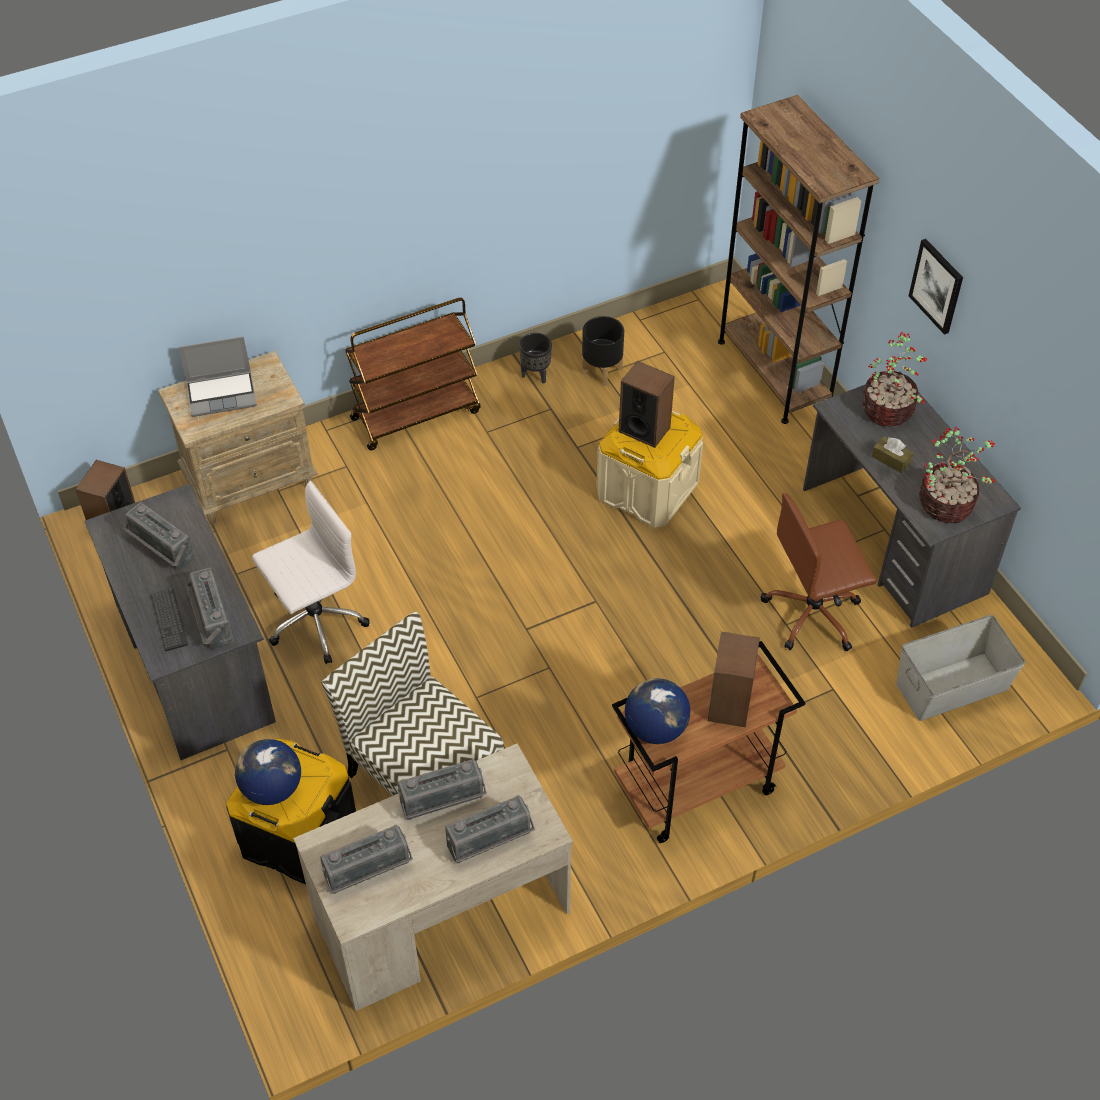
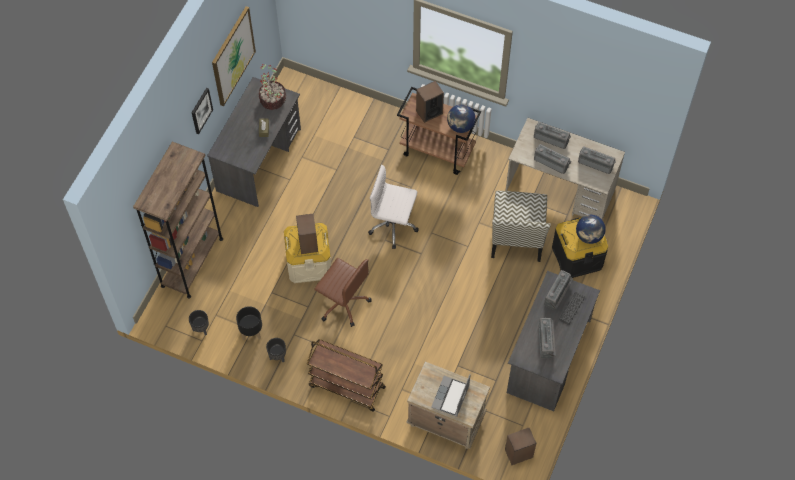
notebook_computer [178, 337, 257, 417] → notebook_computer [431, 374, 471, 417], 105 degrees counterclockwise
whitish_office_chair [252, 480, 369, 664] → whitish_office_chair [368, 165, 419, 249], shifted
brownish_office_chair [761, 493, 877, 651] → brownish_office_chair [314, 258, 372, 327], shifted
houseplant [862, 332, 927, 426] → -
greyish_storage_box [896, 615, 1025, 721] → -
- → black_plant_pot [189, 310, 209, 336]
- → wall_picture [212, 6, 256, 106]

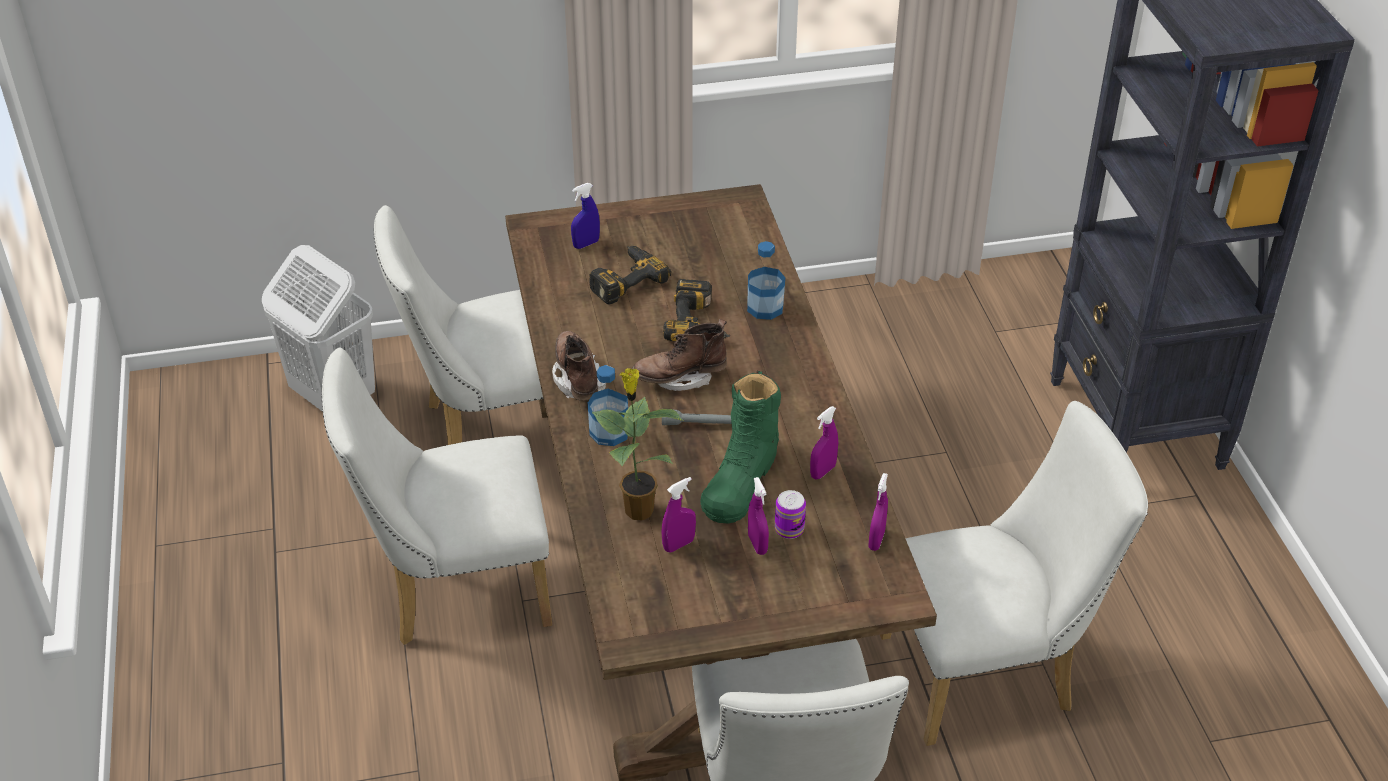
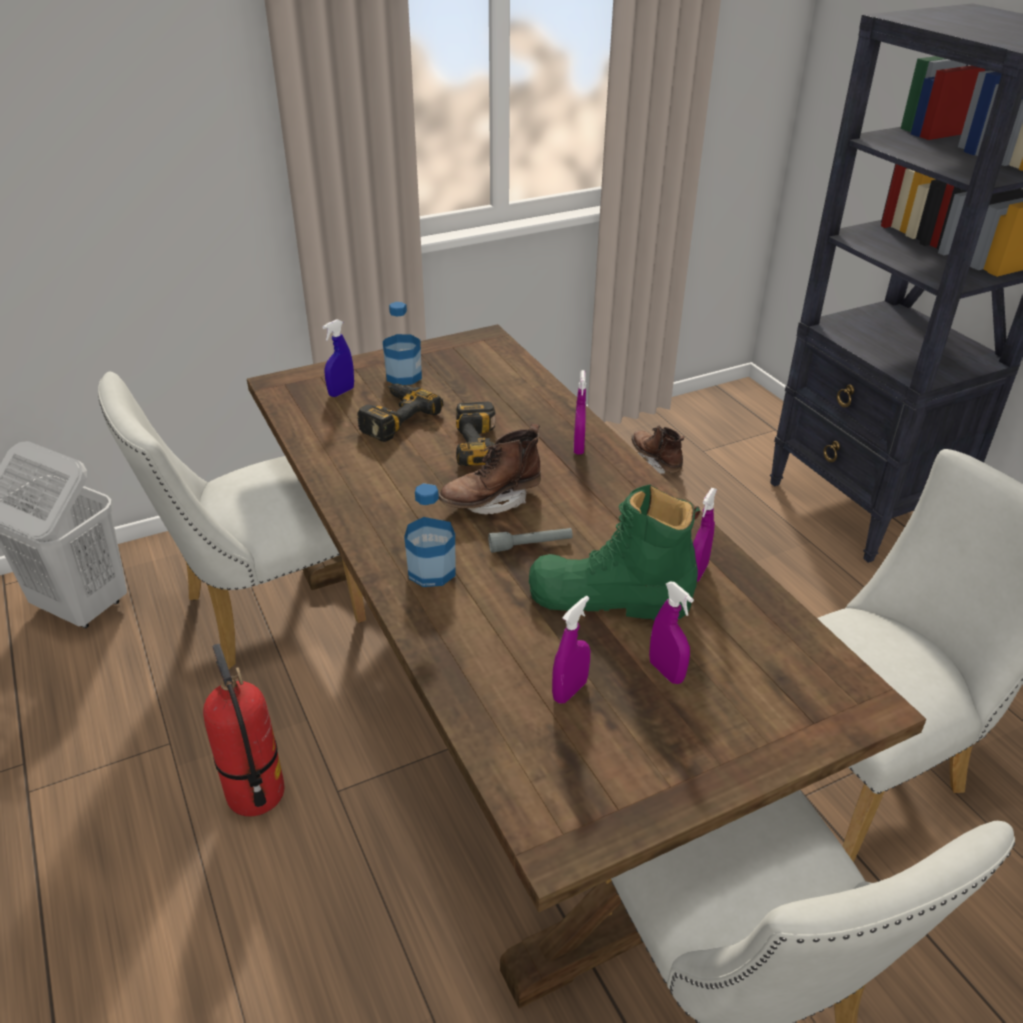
whitish_chair [321, 348, 552, 645] → extinguisher [203, 644, 284, 816]
brownish_tall_boot [552, 331, 606, 401] → brownish_tall_boot [631, 426, 685, 474], shifted
houseplant [592, 368, 684, 520] → -
green-coloured_tall_boot [700, 371, 781, 523] → green-coloured_tall_boot [529, 485, 700, 620], 90 degrees clockwise
bottle [747, 241, 785, 320] → bottle [383, 302, 422, 385], shifted
can [775, 490, 806, 539] → -
purple_sprayer [868, 473, 888, 551] → purple_sprayer [574, 370, 586, 455], shifted

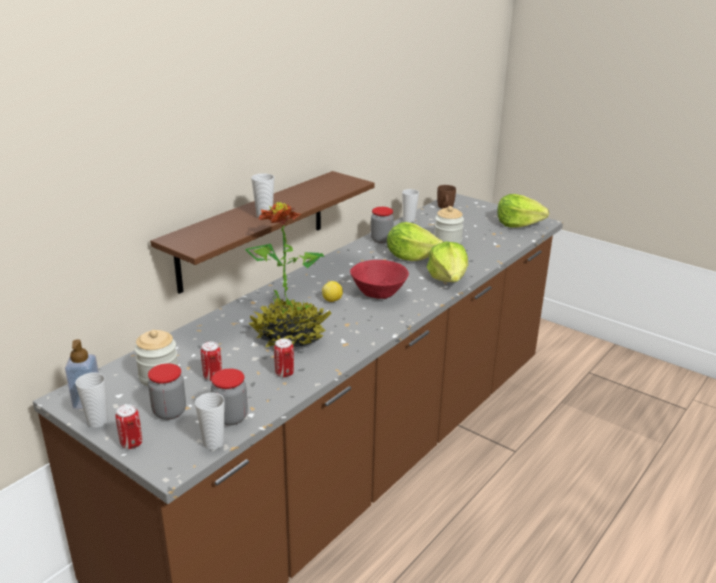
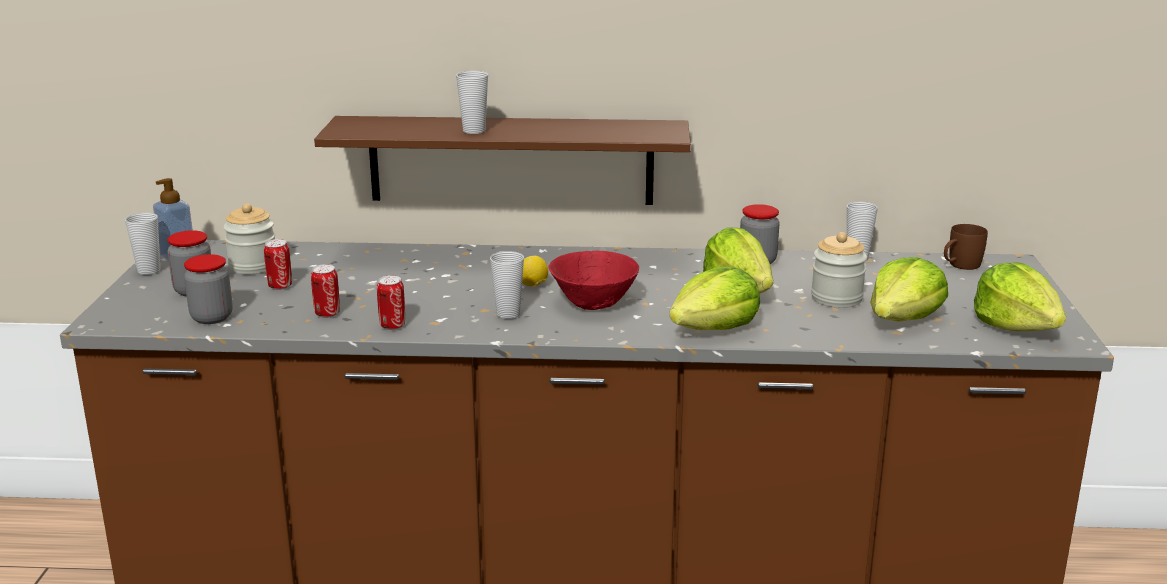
can [116, 404, 142, 449] → can [377, 275, 405, 330], shifted
cup [195, 393, 225, 450] → cup [490, 251, 524, 319], shifted
houseplant [245, 202, 332, 349] → -
- → lettuce_head [870, 257, 948, 322]

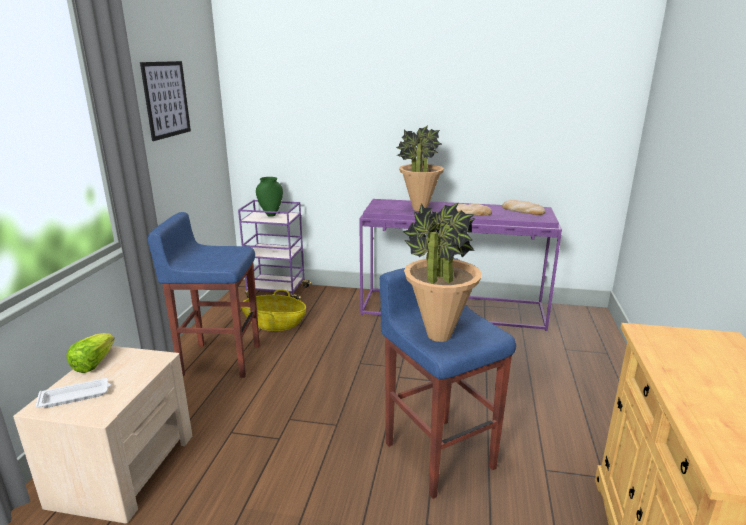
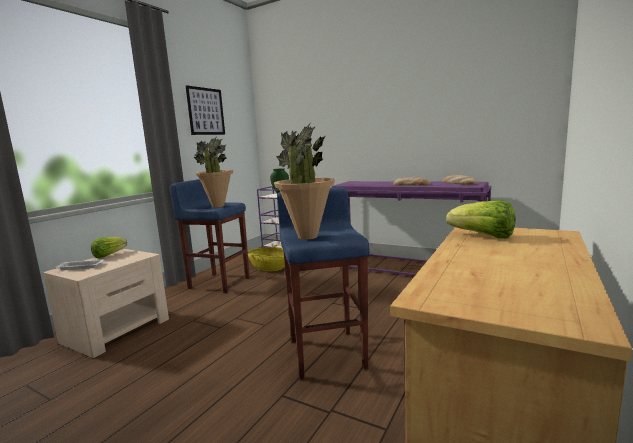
houseplant [396, 125, 444, 211] → houseplant [194, 136, 233, 208], shifted
- → lettuce_head [446, 200, 516, 238]

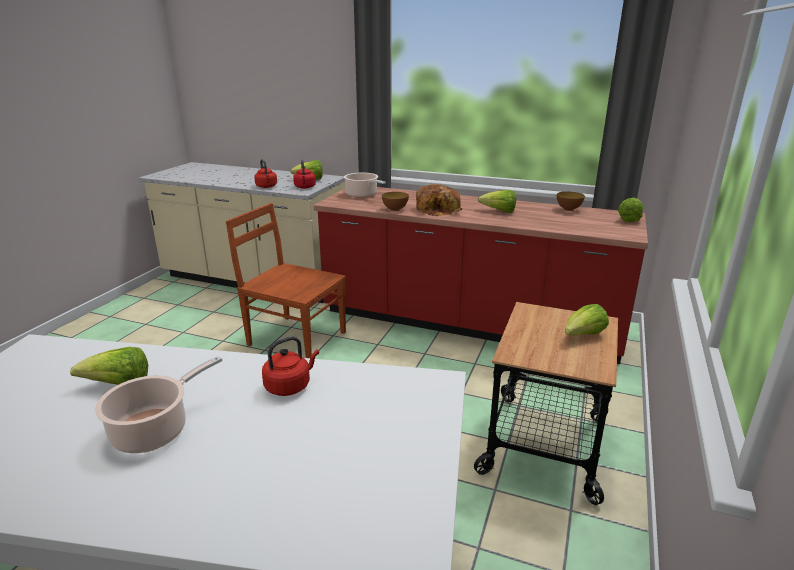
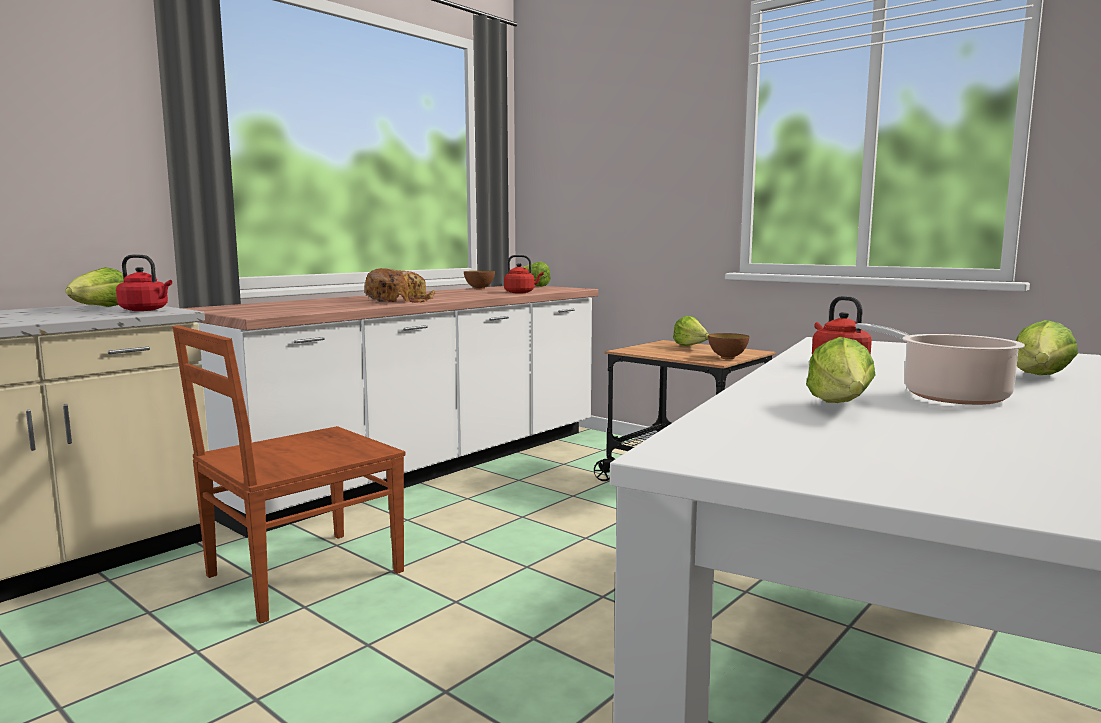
reddish_tea_kettle [254, 159, 277, 188] → reddish_tea_kettle [504, 255, 543, 293], shifted
reddish_kitchen_counter [314, 187, 648, 364] → whitish_kitchen_counter [181, 285, 598, 538]
stockpot [344, 173, 386, 198] → -
deep_dish [382, 192, 409, 211] → deep_dish [708, 333, 749, 359], shifted
lettuce_head [478, 190, 516, 213] → lettuce_head [1016, 320, 1078, 375], shifted

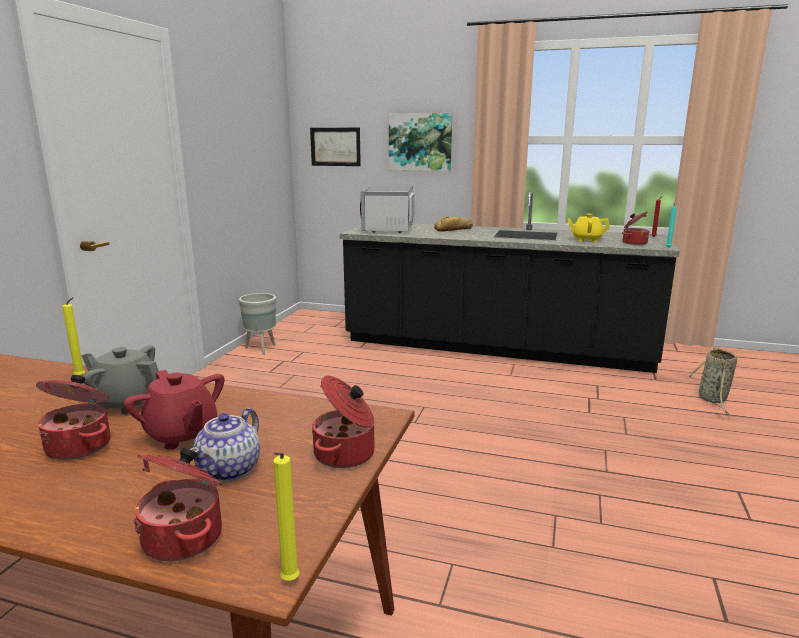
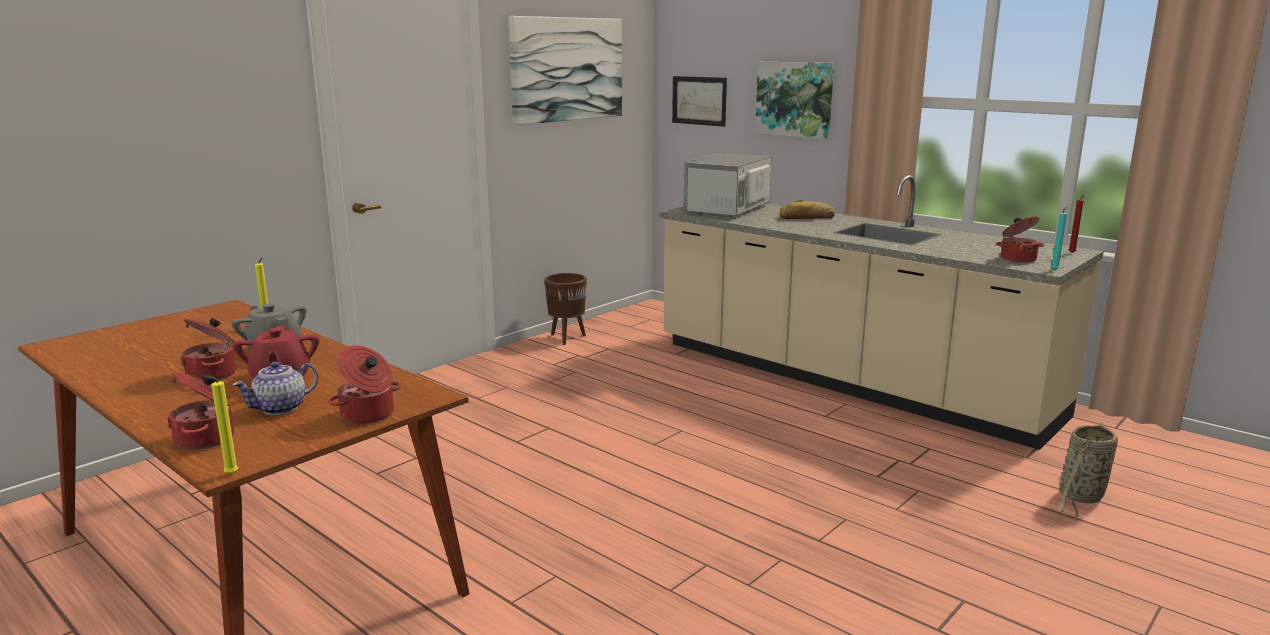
greyish_plant_pot [239, 293, 276, 355] → brownish_plant_pot [544, 273, 587, 345]
black_kitchen_counter [340, 192, 680, 373] → sand-coloured_kitchen_counter [659, 175, 1104, 450]
yellow_pot_for_tea [567, 214, 610, 242] → -
- → wall_picture [508, 16, 622, 125]

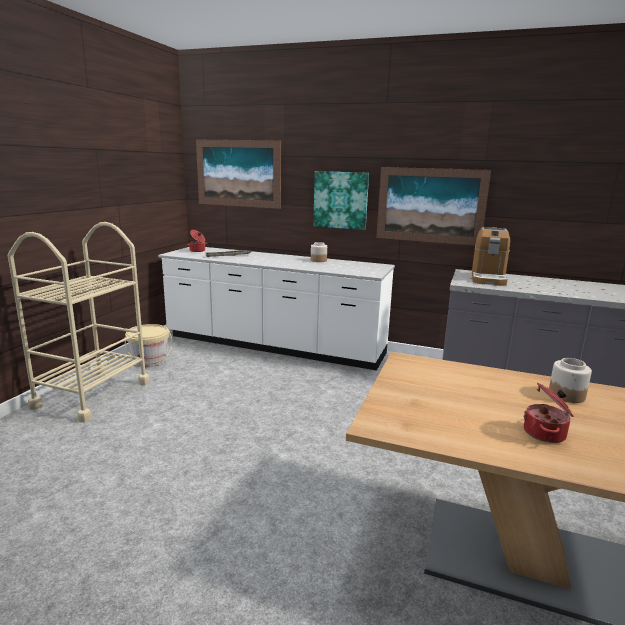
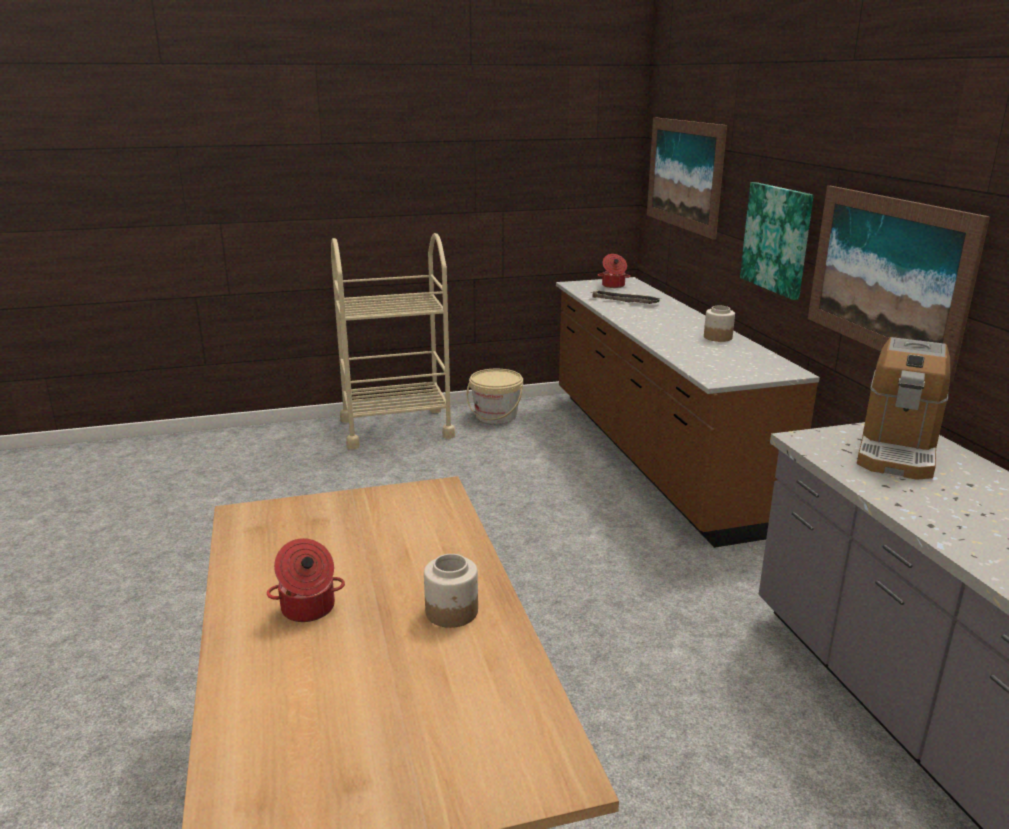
whitish_kitchen_counter [158, 247, 395, 370] → brownish_kitchen_counter [556, 277, 820, 548]
coffee_machine [472, 227, 510, 286] → coffee_machine [857, 337, 950, 480], 45 degrees counterclockwise

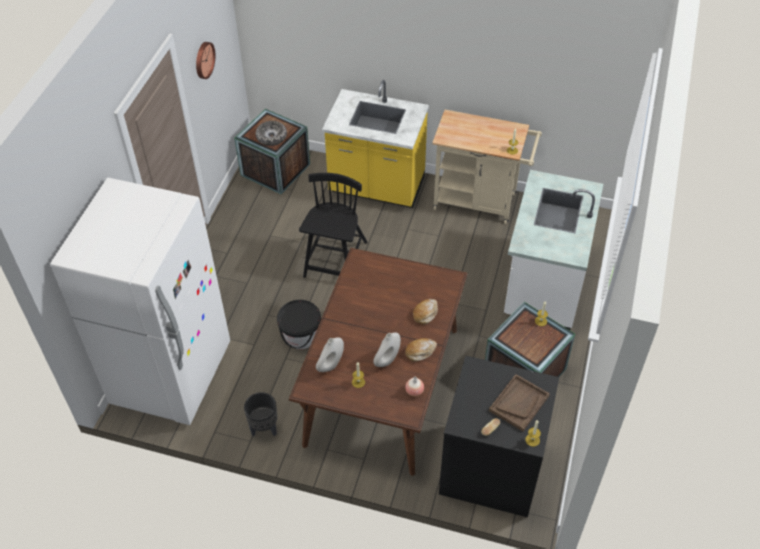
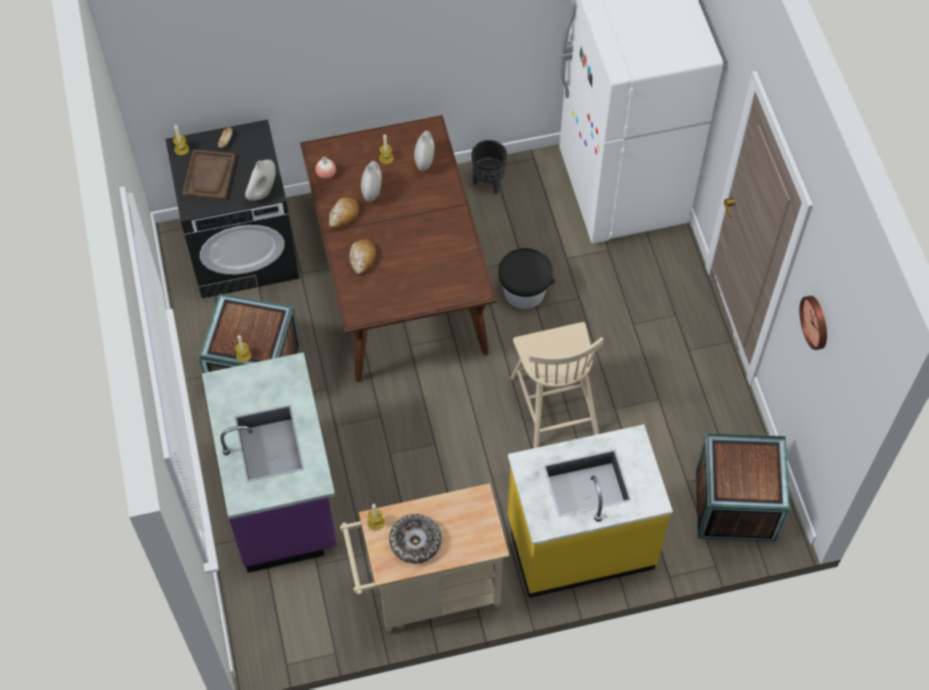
deep_dish [255, 121, 287, 146] → deep_dish [389, 514, 441, 564], shifted
black_chair [299, 173, 368, 278] → sand-coloured_chair [511, 322, 604, 448]
whitish_kitchen_counter [504, 170, 603, 330] → purple_kitchen_counter [202, 352, 337, 573]
- → whitish_decorative_vase [245, 159, 276, 201]

